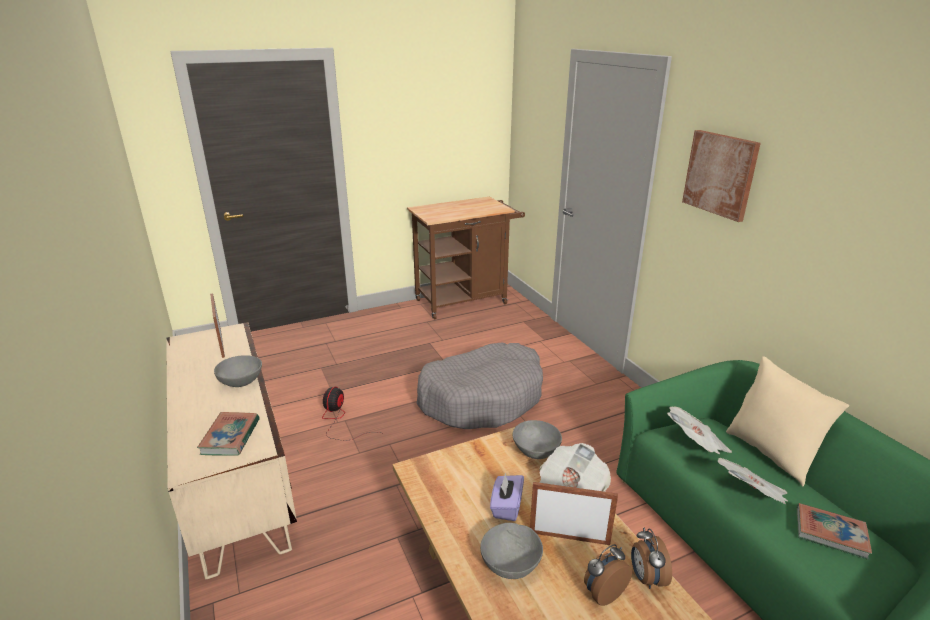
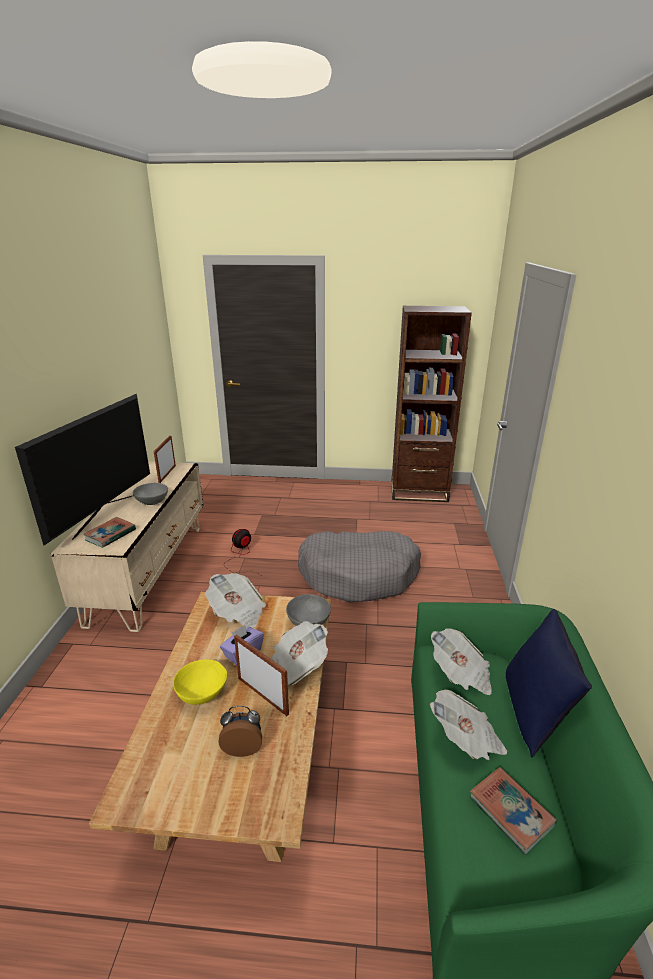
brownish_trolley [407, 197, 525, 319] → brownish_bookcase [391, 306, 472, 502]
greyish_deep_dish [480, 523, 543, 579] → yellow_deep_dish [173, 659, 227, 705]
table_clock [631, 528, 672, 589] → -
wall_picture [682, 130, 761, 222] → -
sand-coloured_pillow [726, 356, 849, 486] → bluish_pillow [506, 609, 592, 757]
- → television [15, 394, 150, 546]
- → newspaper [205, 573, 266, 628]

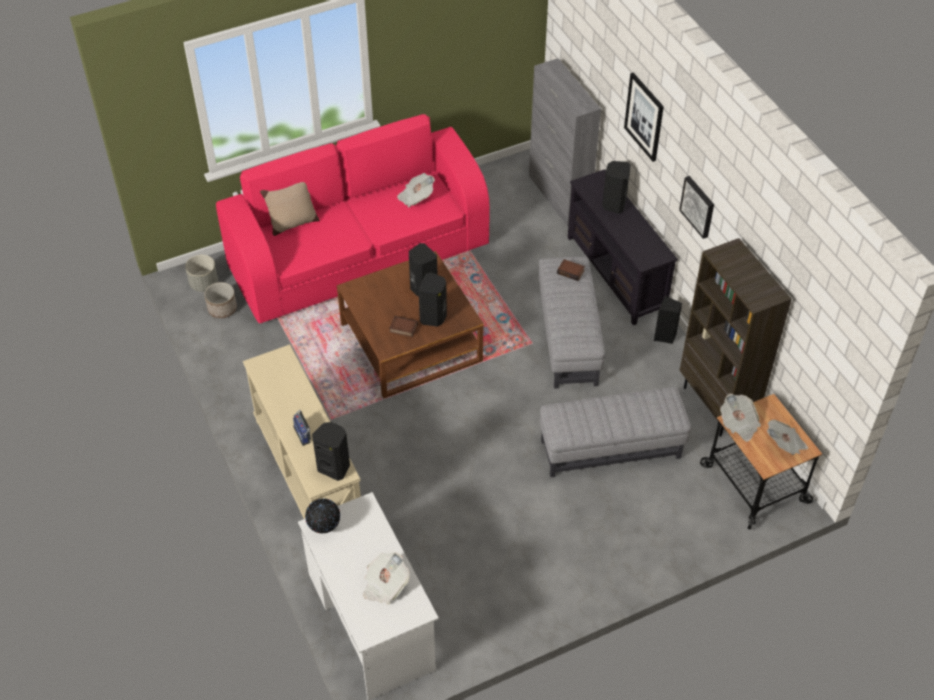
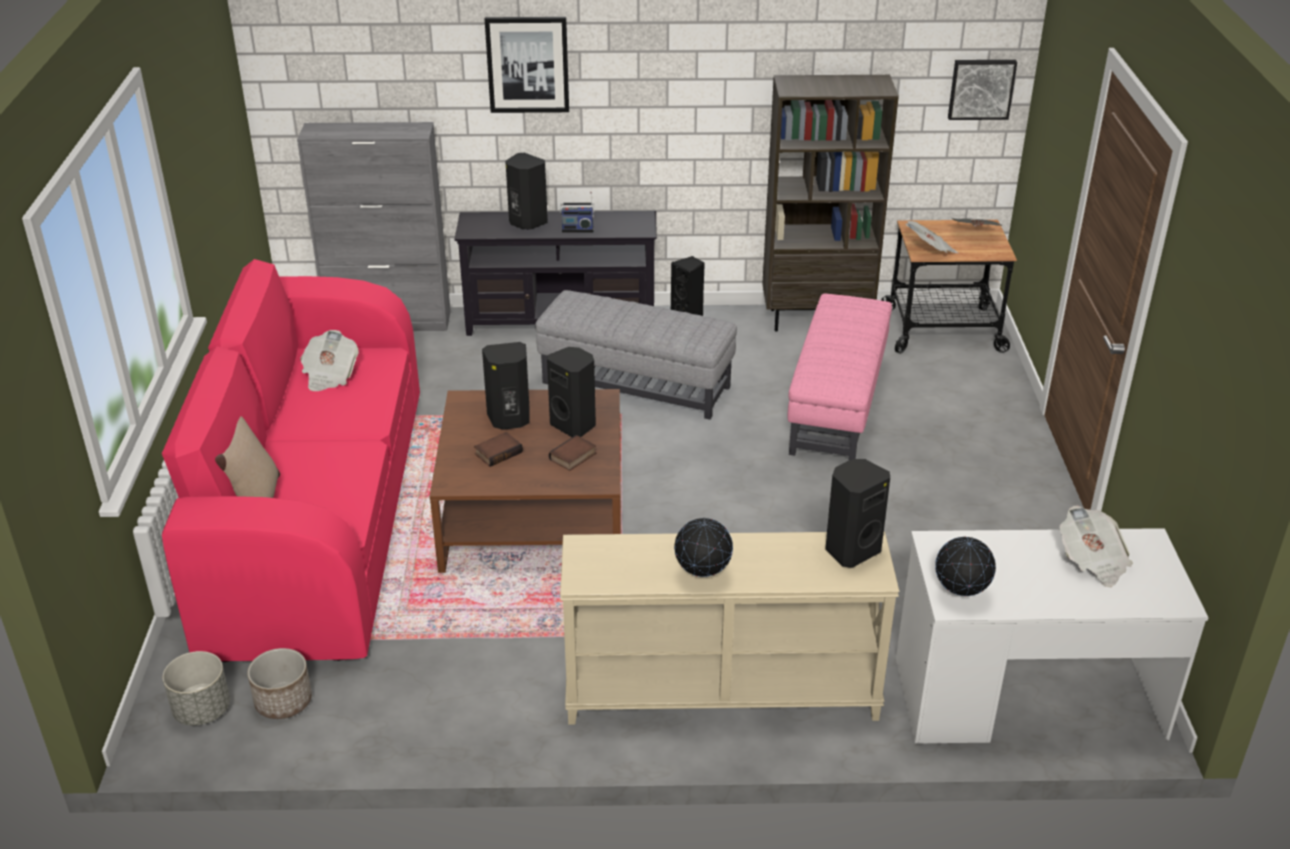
radio [293, 410, 311, 446] → radio [560, 192, 595, 232], shifted
greyish_footrest [540, 387, 691, 477] → pink_footrest [788, 294, 892, 461]
volume [557, 259, 585, 281] → volume [474, 432, 523, 467], shifted
wall_picture [679, 176, 714, 239] → wall_picture [948, 60, 1017, 120], shifted
- → world_globe [674, 517, 733, 577]

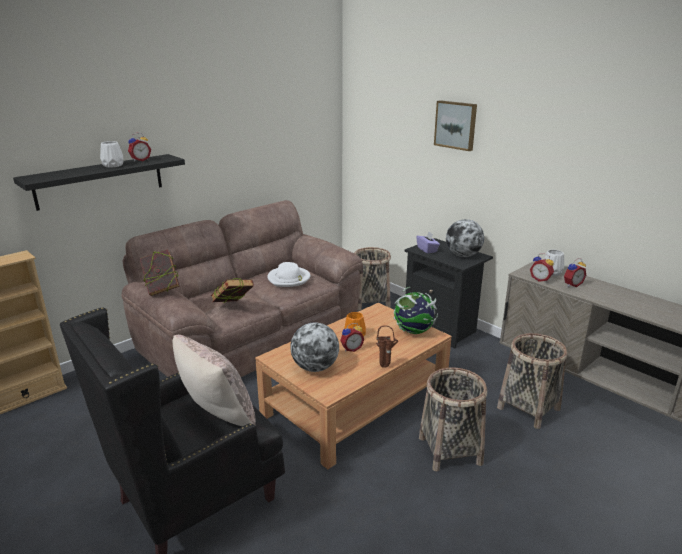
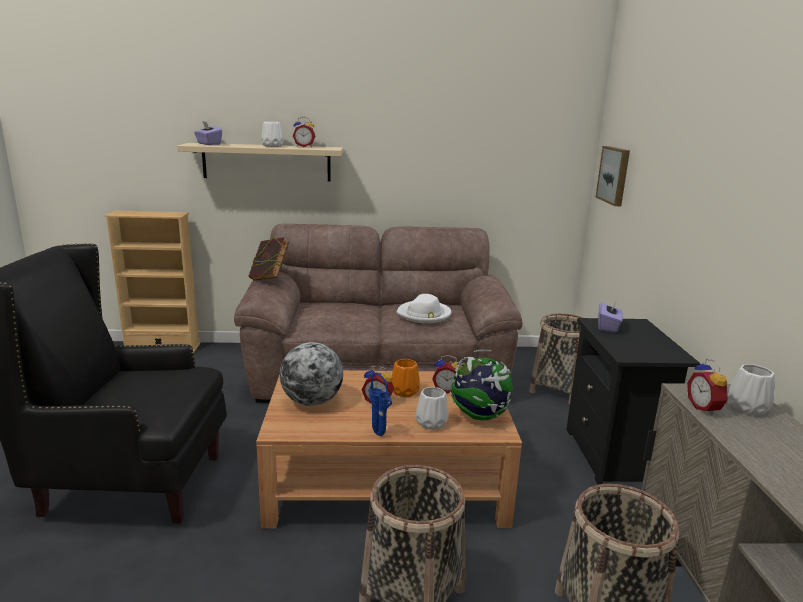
black_wall_shelf [13, 154, 185, 211] → sand-coloured_wall_shelf [177, 143, 343, 181]
sand-coloured_pillow [173, 335, 256, 426] → -
volume [211, 278, 254, 303] → -
brownish_decorative_vase [376, 325, 398, 368] → bluish_decorative_vase [369, 373, 392, 436]
wall_picture [434, 100, 477, 151] → wall_picture [596, 146, 630, 206], shifted
world_globe [446, 219, 484, 257] → -
table_clock [564, 258, 586, 287] → table_clock [432, 355, 462, 394], shifted
- → purple_box_of_tissues [194, 121, 222, 145]
- → whitish_decorative_vase [416, 387, 449, 430]

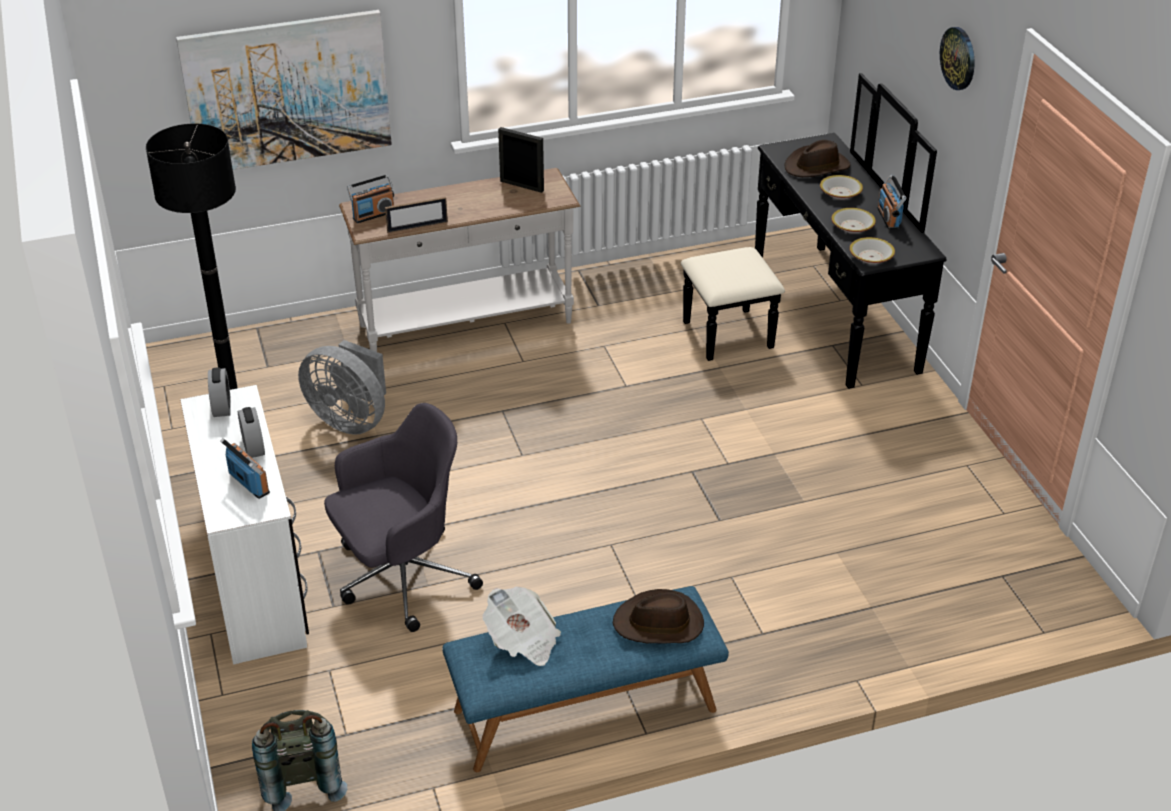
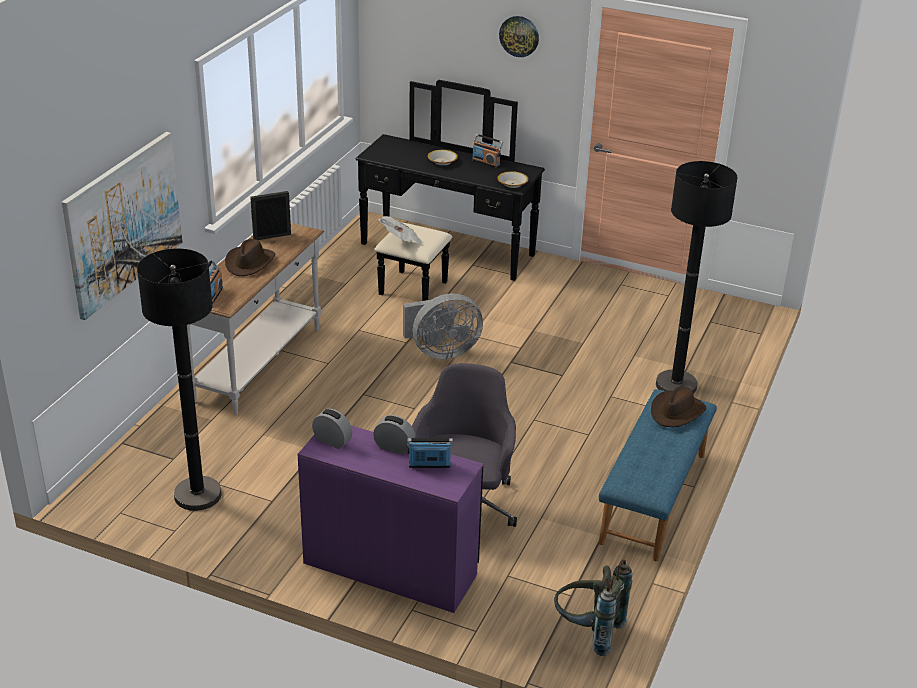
whitish_desk_unit [180, 385, 309, 665] → purple_desk_unit [298, 426, 483, 613]
greyish_electric_fan [298, 340, 386, 435] → greyish_electric_fan [403, 293, 483, 360], shifted
standing_frame [385, 197, 448, 233] → -
newspaper [482, 587, 561, 666] → newspaper [378, 216, 423, 243], shifted
brownish_clothing_hat [784, 140, 851, 177] → brownish_clothing_hat [225, 239, 275, 276], shifted
deep_dish [831, 208, 876, 234] → -
- → black_standing_lamp [656, 161, 738, 394]

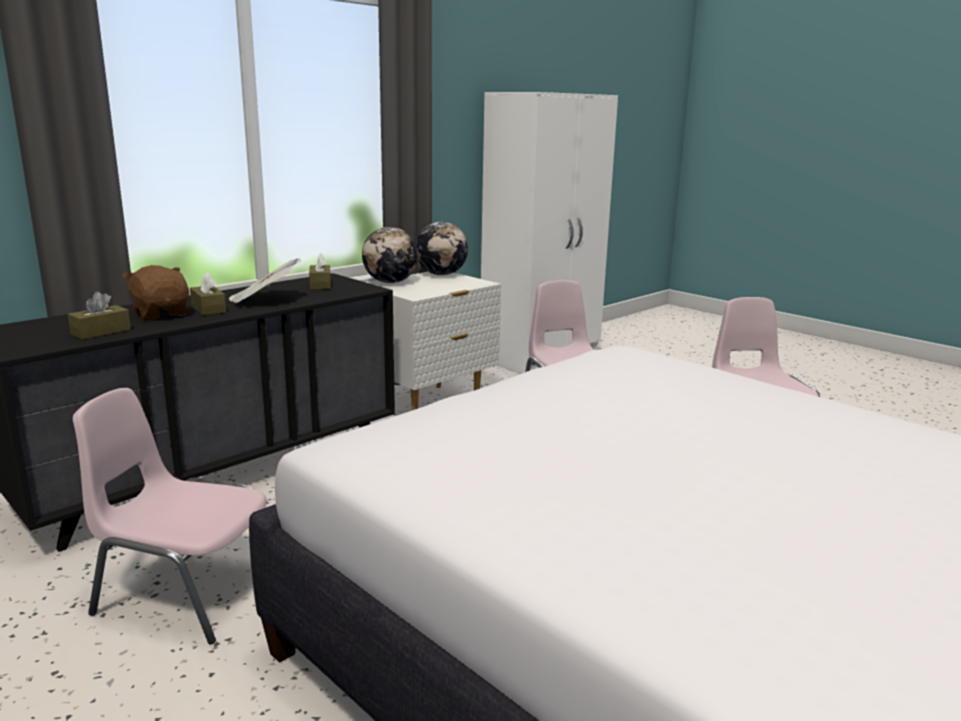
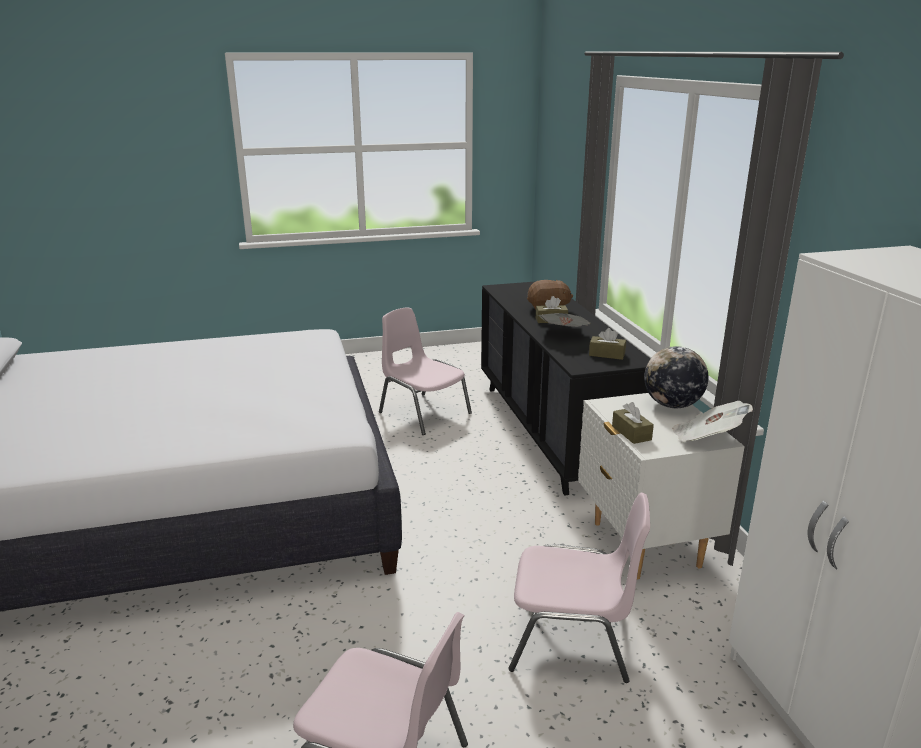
brownish_box_of_tissues [68, 291, 131, 340] → brownish_box_of_tissues [612, 402, 654, 444], shifted
pink_chair [73, 388, 267, 644] → pink_chair [379, 307, 472, 435], 90 degrees counterclockwise
world_globe [416, 222, 468, 275] → newspaper [672, 401, 753, 443]

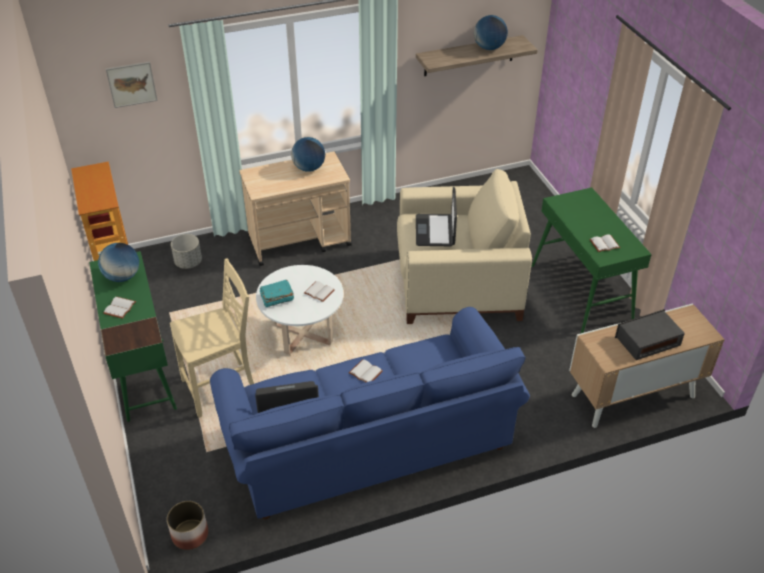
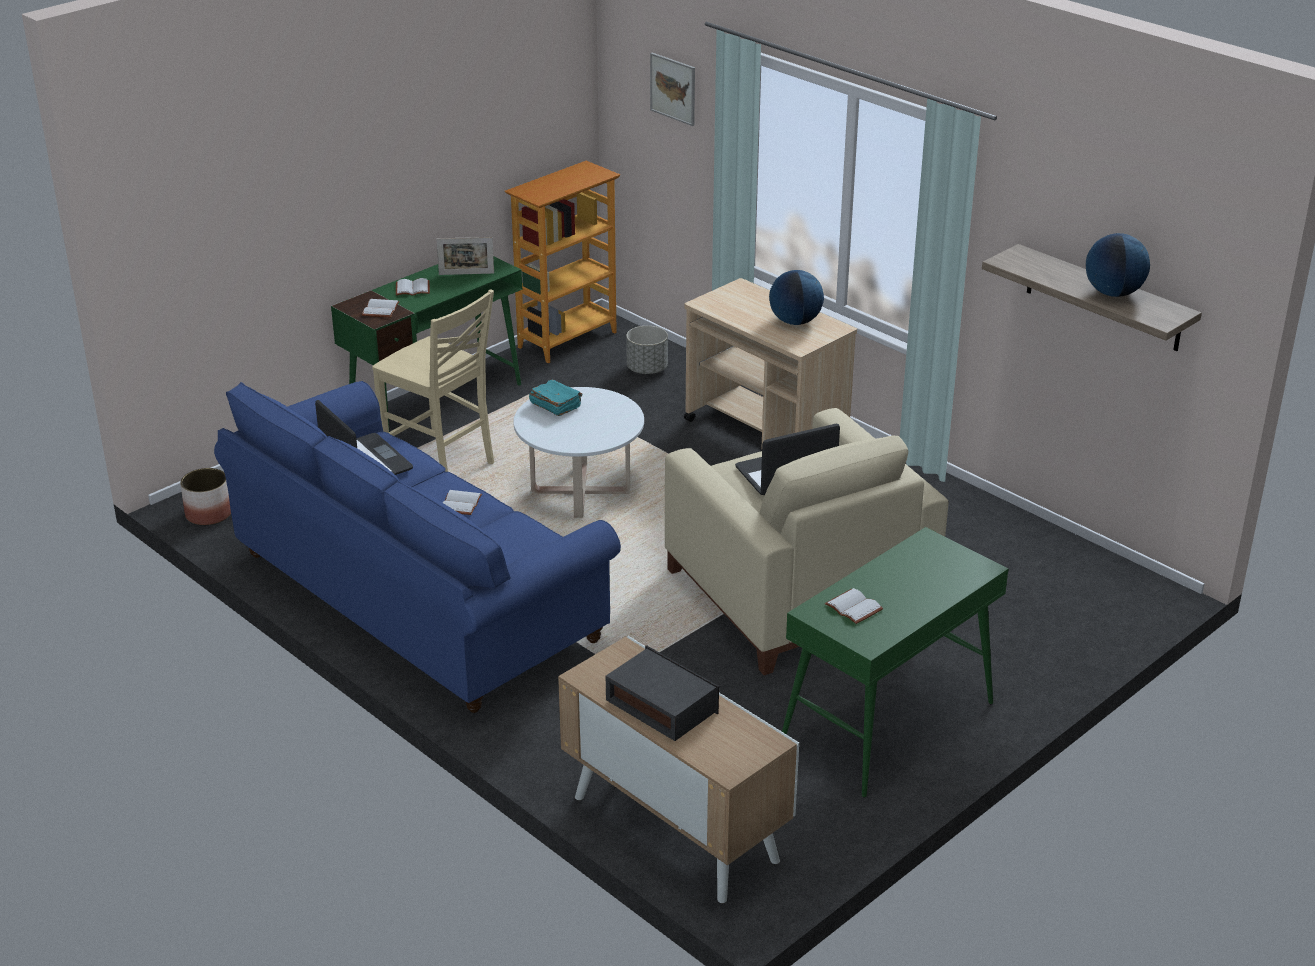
world_globe [98, 243, 139, 282] → standing_frame [436, 237, 494, 275]
whitish_volume [304, 281, 335, 302] → whitish_volume [362, 299, 400, 317], shifted

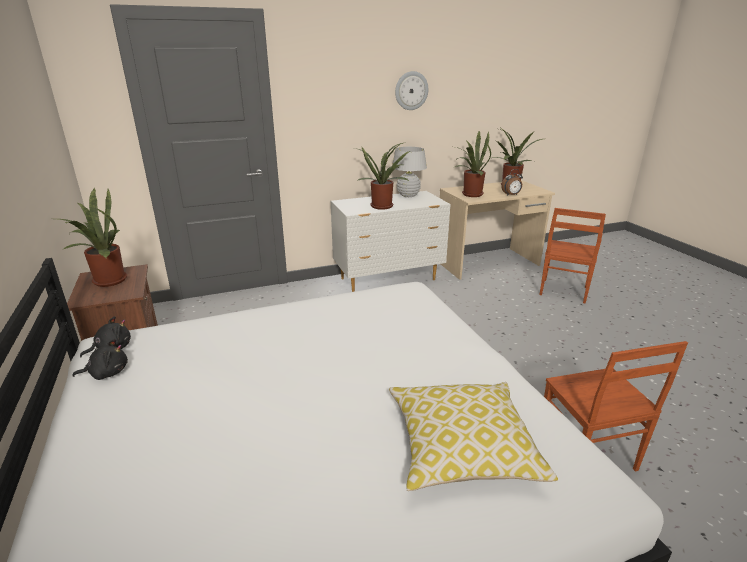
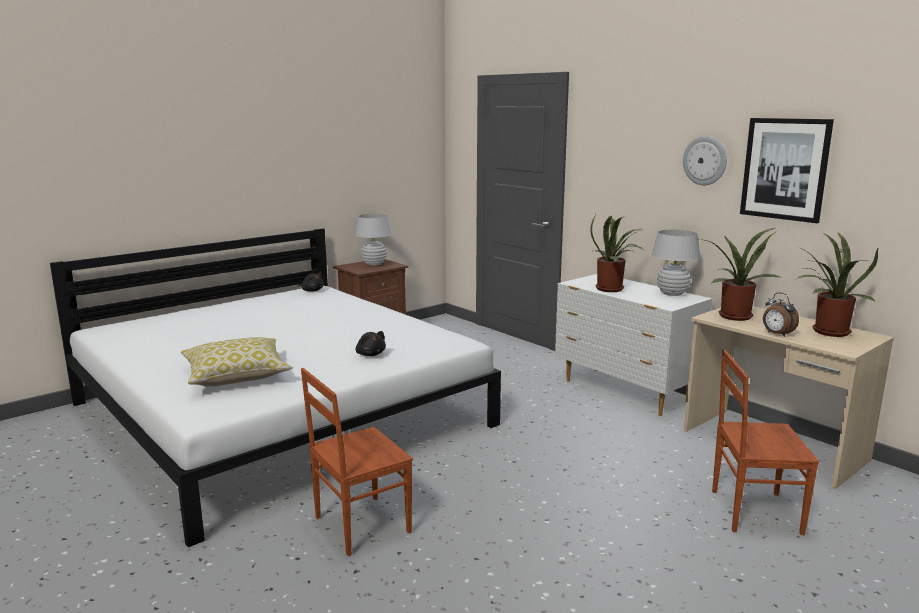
houseplant [58, 188, 127, 287] → whitish_table_lamp [355, 214, 392, 266]
black_cuddly_toy [72, 339, 128, 380] → black_cuddly_toy [356, 331, 386, 356], shifted
- → wall_picture [740, 118, 834, 223]

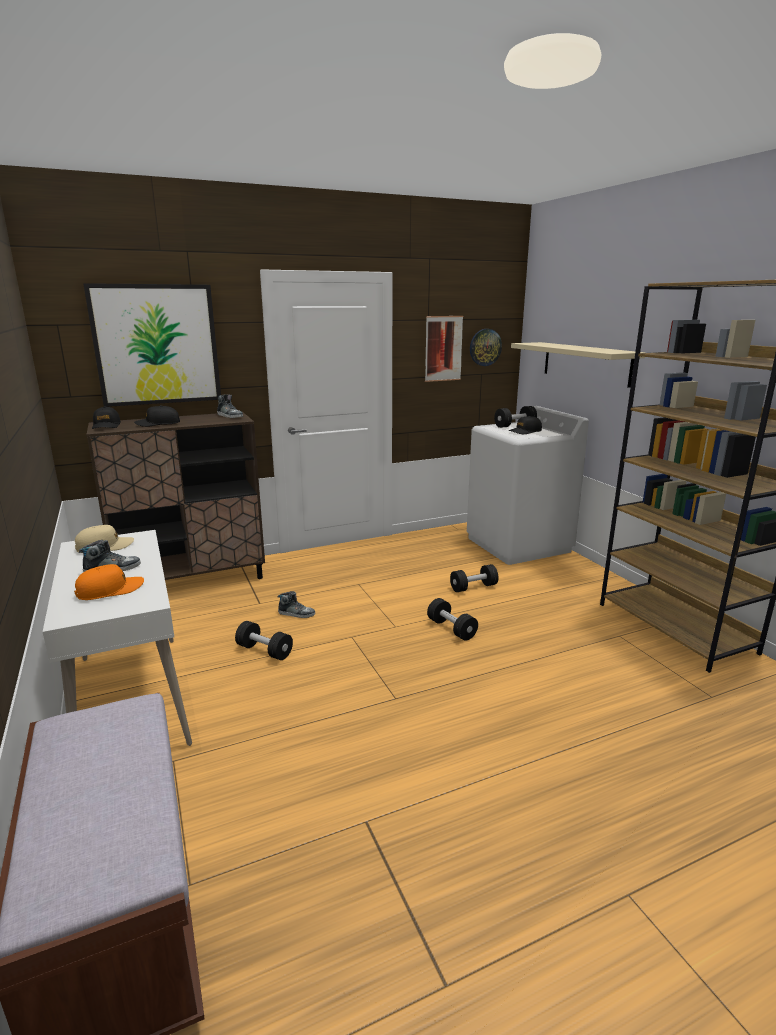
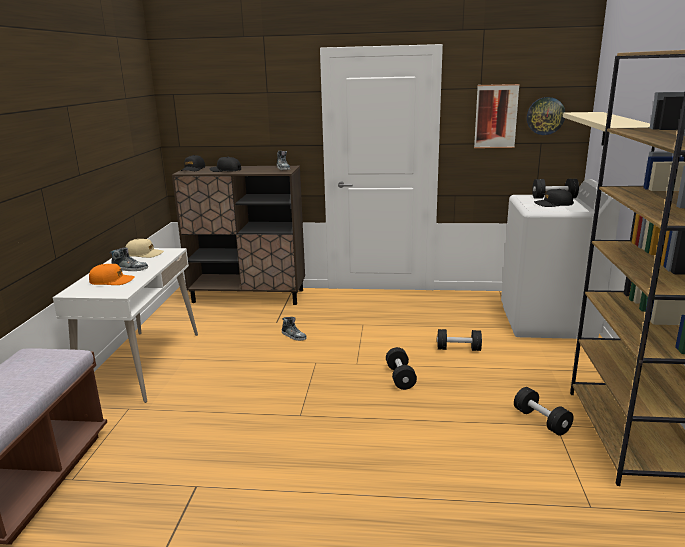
wall_picture [83, 283, 221, 407] → -
black_hand_weight [235, 621, 293, 660] → black_hand_weight [514, 387, 573, 436], shifted

